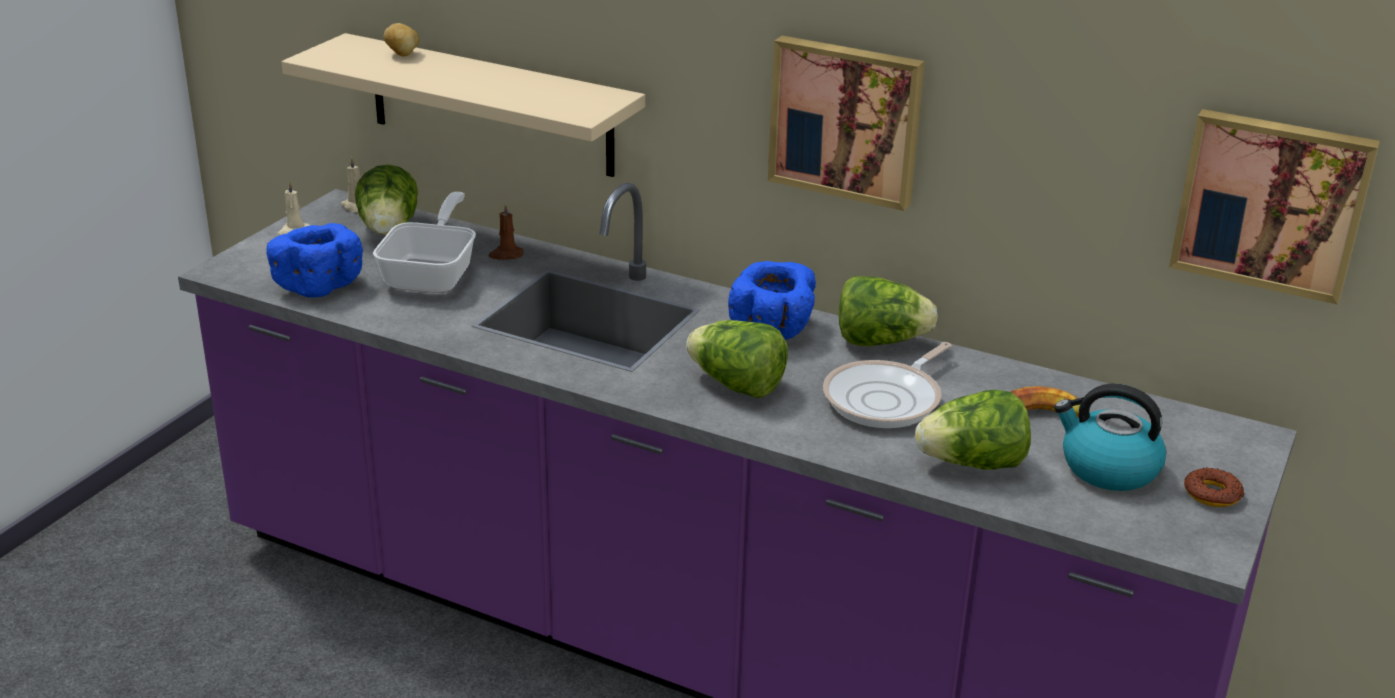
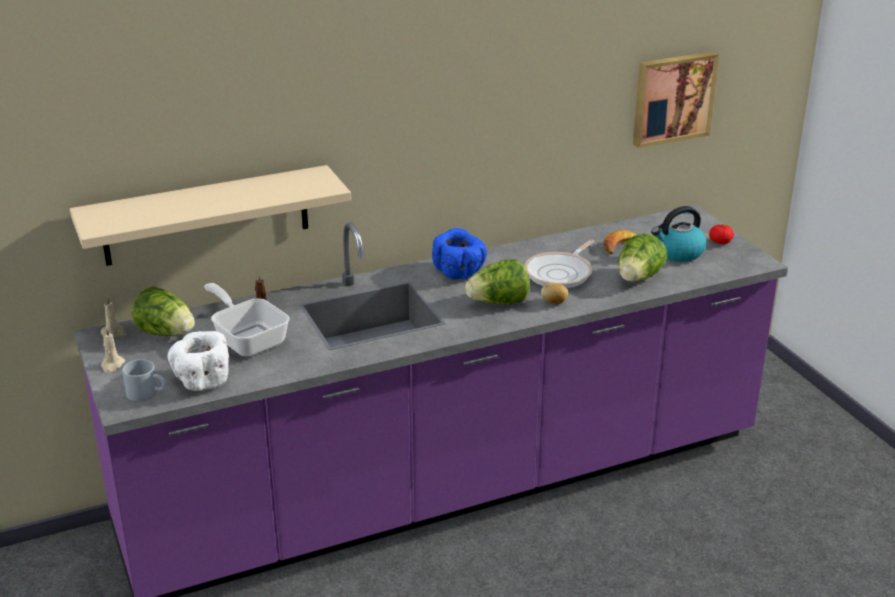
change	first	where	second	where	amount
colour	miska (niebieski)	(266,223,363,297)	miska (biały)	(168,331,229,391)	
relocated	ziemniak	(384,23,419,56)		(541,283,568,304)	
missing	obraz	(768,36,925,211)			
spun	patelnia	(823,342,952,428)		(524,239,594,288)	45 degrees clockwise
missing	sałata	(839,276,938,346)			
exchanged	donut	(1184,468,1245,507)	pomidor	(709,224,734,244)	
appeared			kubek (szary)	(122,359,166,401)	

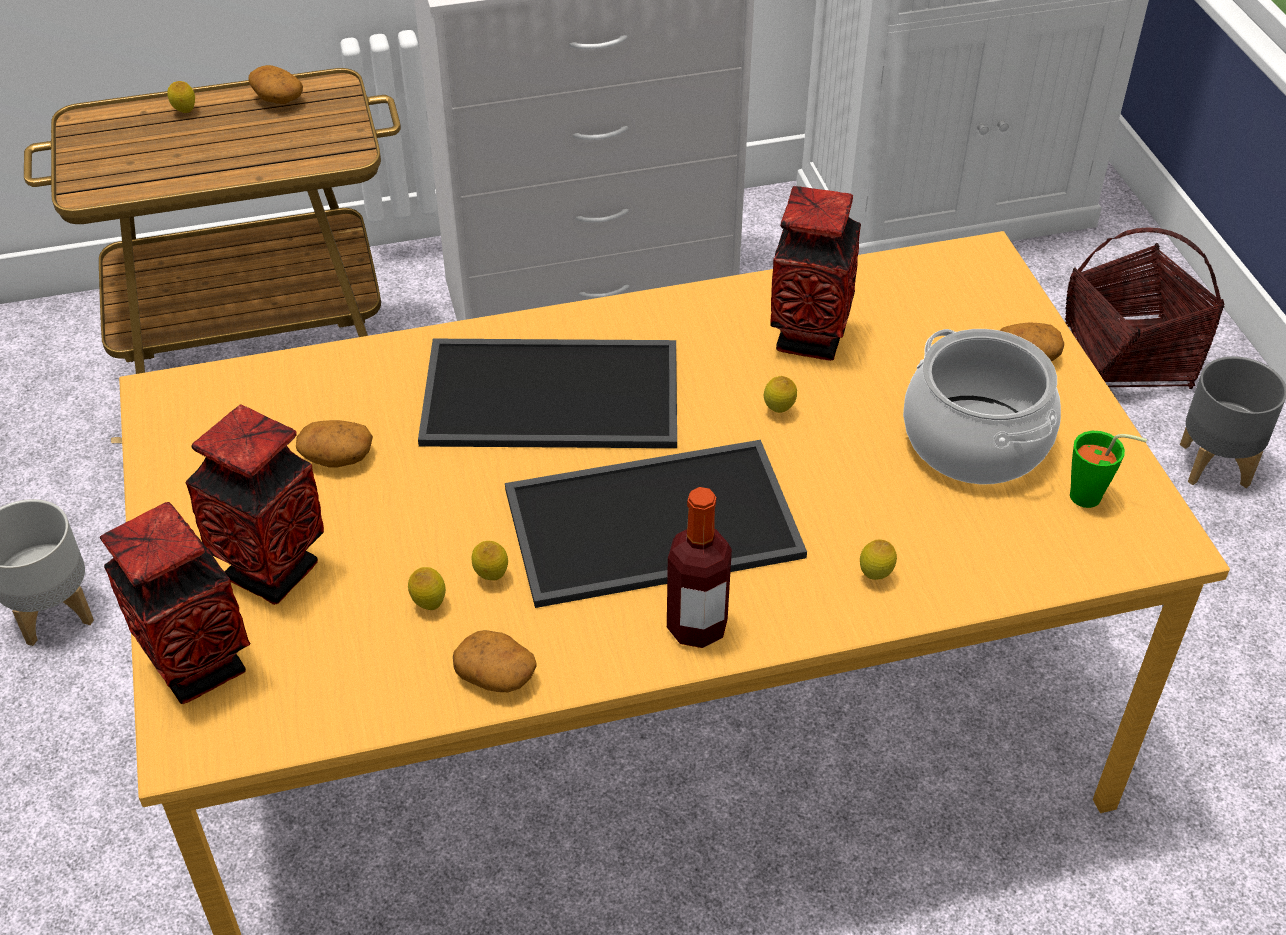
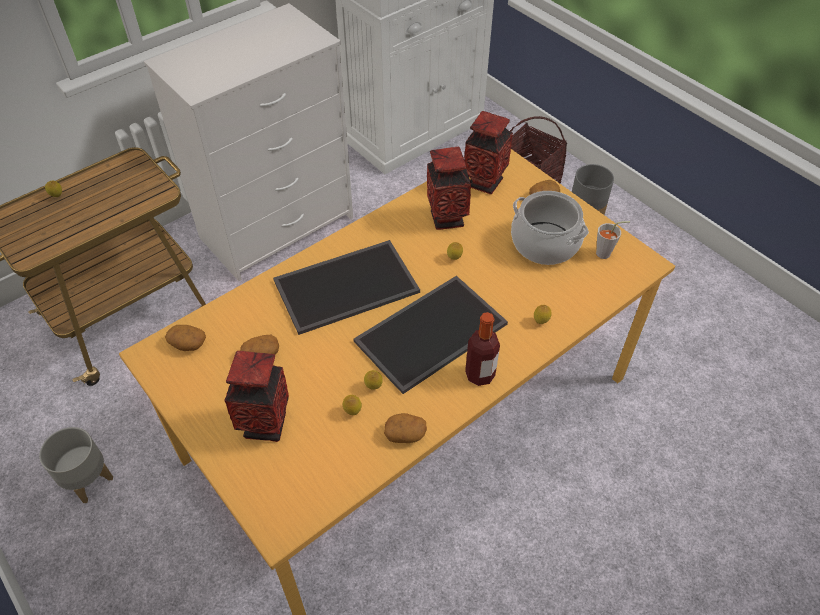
change	first	where	second	where	amount
relocated	wazon	(100,502,250,704)		(464,111,513,194)	
relocated	ziemniak	(248,65,303,104)		(165,325,206,351)	
colour	filiżanka (zielony)	(1070,431,1147,508)	filiżanka (szary)	(596,221,630,259)	

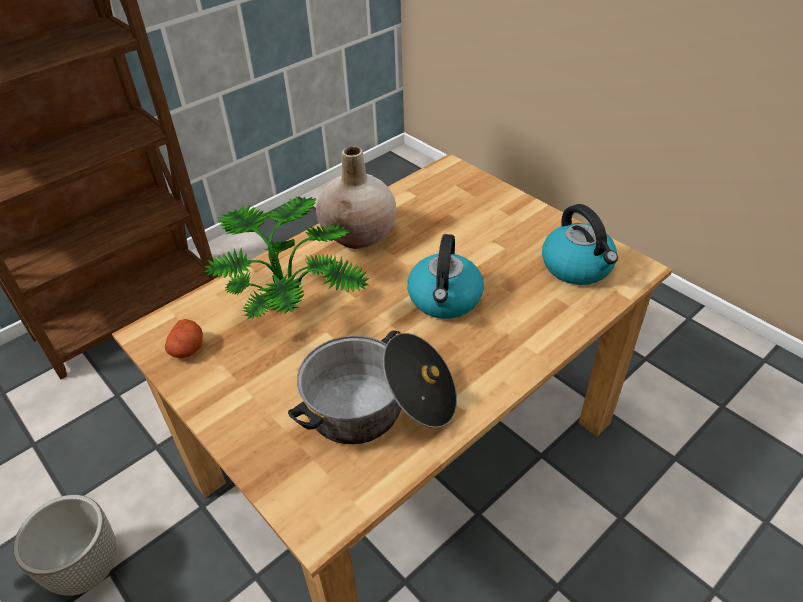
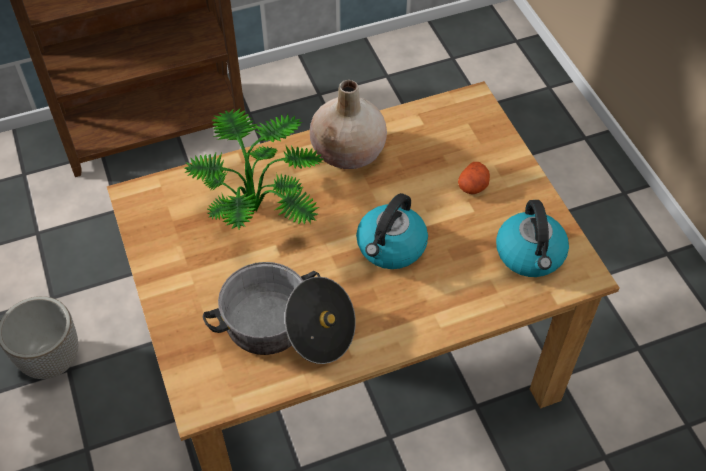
change	first	where	second	where	amount
relocated	ziemniak	(165,319,203,358)		(458,162,490,194)	

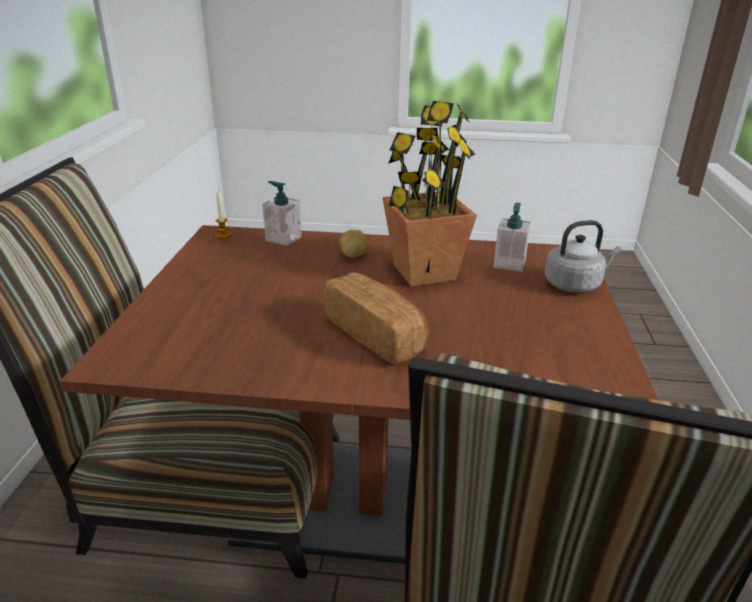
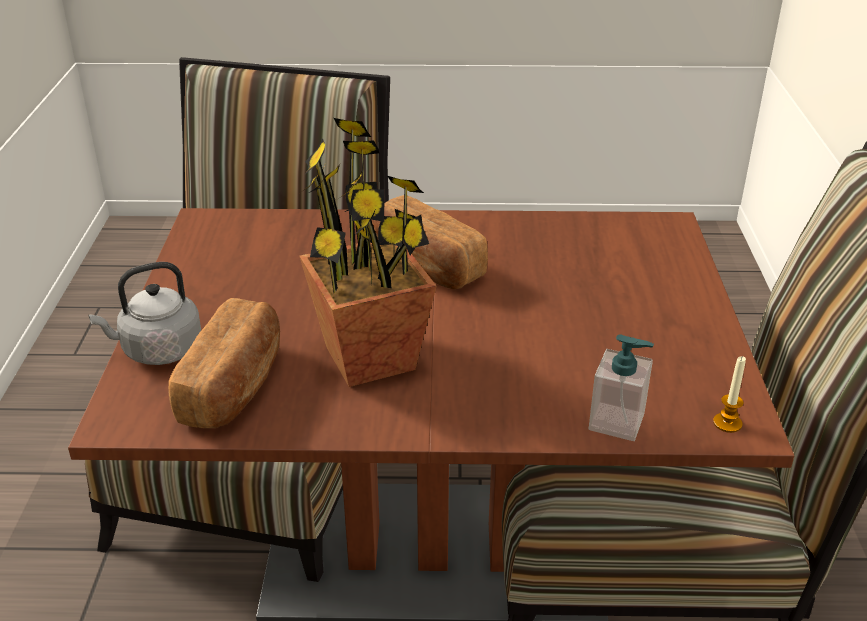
change	first	where	second	where	amount
missing	ziemniak	(340,229,370,258)			
exchanged	dozownik mydła	(494,203,531,272)	chleb	(168,298,280,428)	

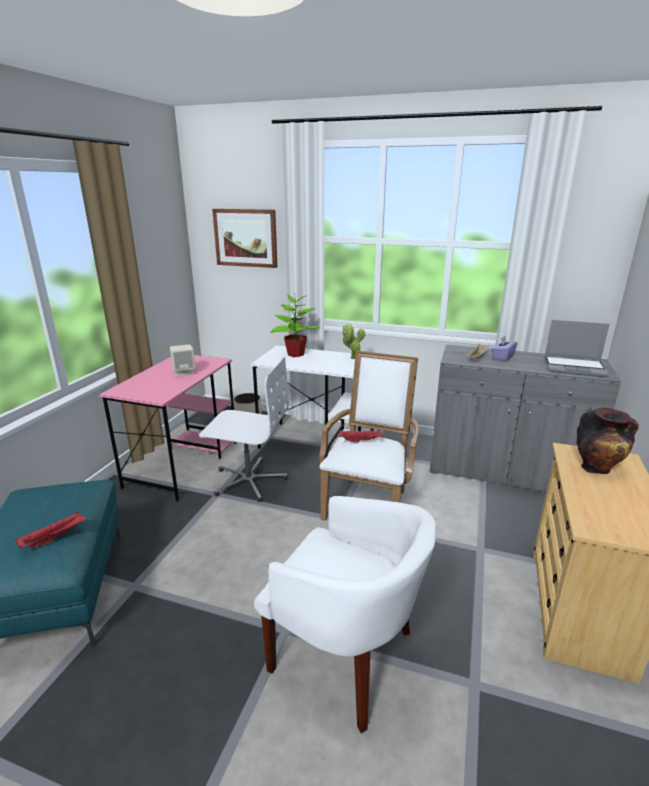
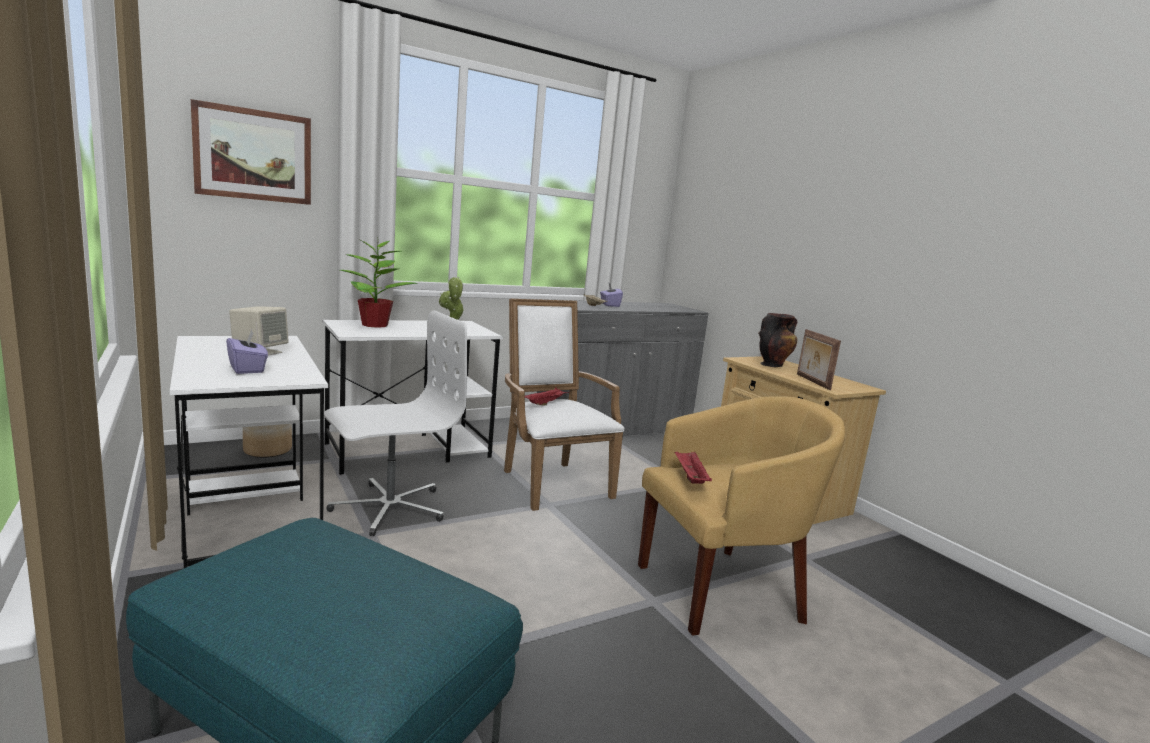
change	first	where	second	where	amount
relocated	taca (czerwony)	(16,511,87,548)		(675,452,712,484)	
colour	biurko (różowy)	(99,355,237,501)	biurko (biały)	(170,336,328,568)	
colour	fotel (biały)	(254,496,436,733)	fotel (żółty)	(638,396,845,636)	
missing	laptop	(544,320,610,377)			
appeared			pudełko chusteczek (fioletowy)	(226,330,268,374)	
appeared			ramka na zdjęcie	(797,329,841,390)	

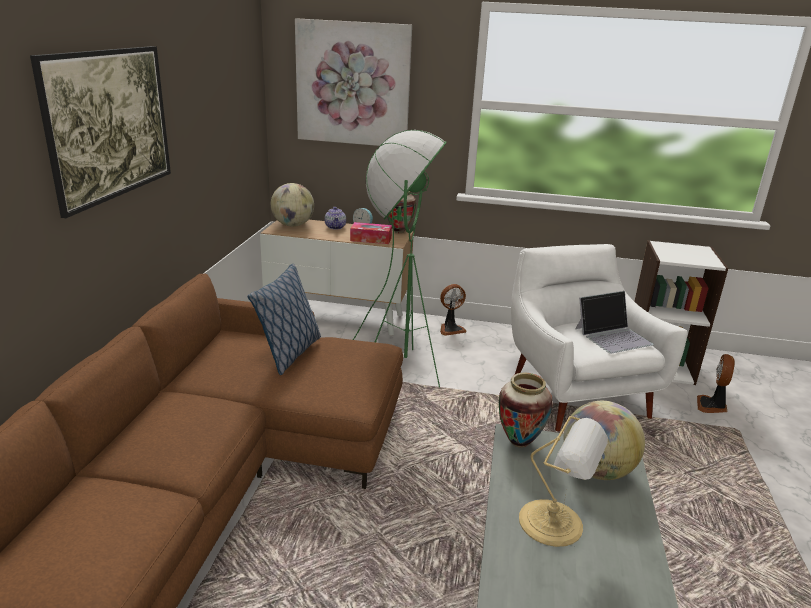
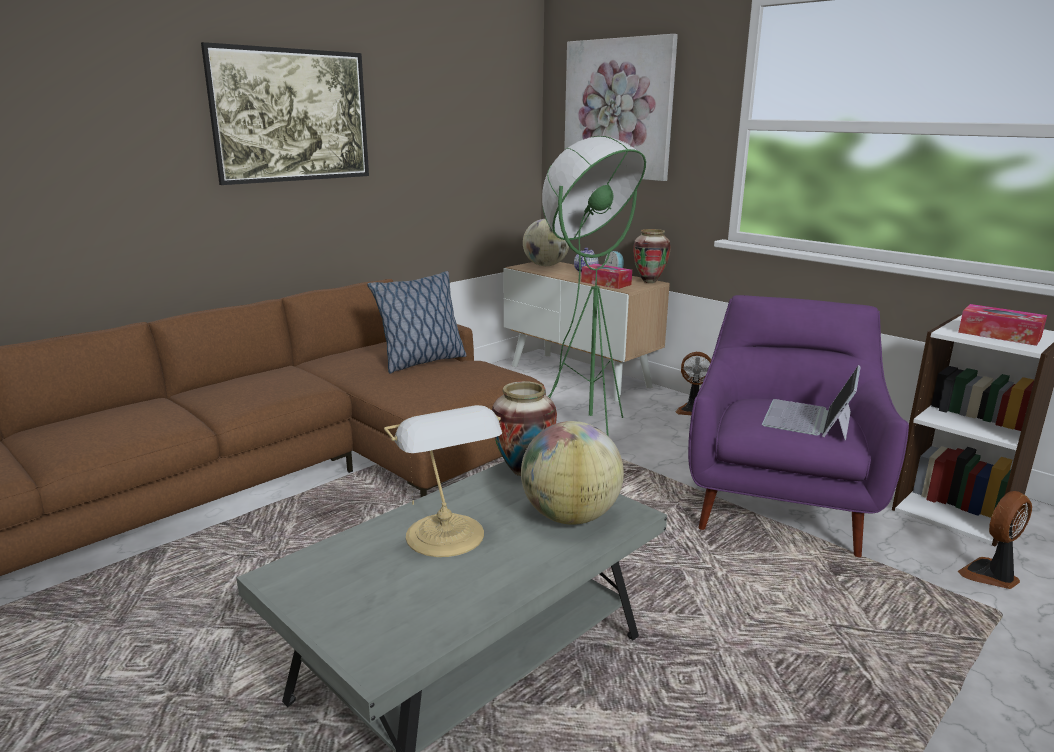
change	first	where	second	where	amount
colour	fotel (biały)	(511,244,688,431)	fotel (fioletowy)	(688,295,909,557)	
spun	laptop	(575,291,654,354)		(762,365,861,441)	105 degrees clockwise
appeared			pudełko chusteczek	(958,304,1047,346)	

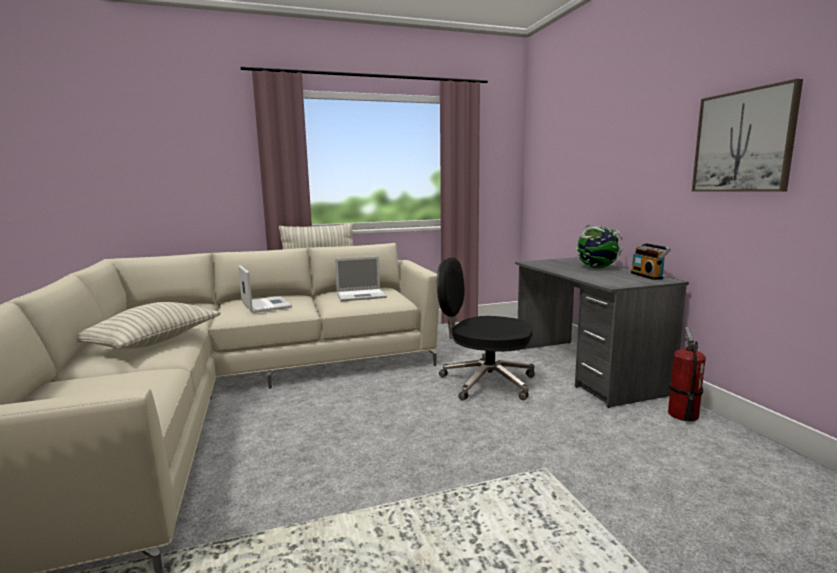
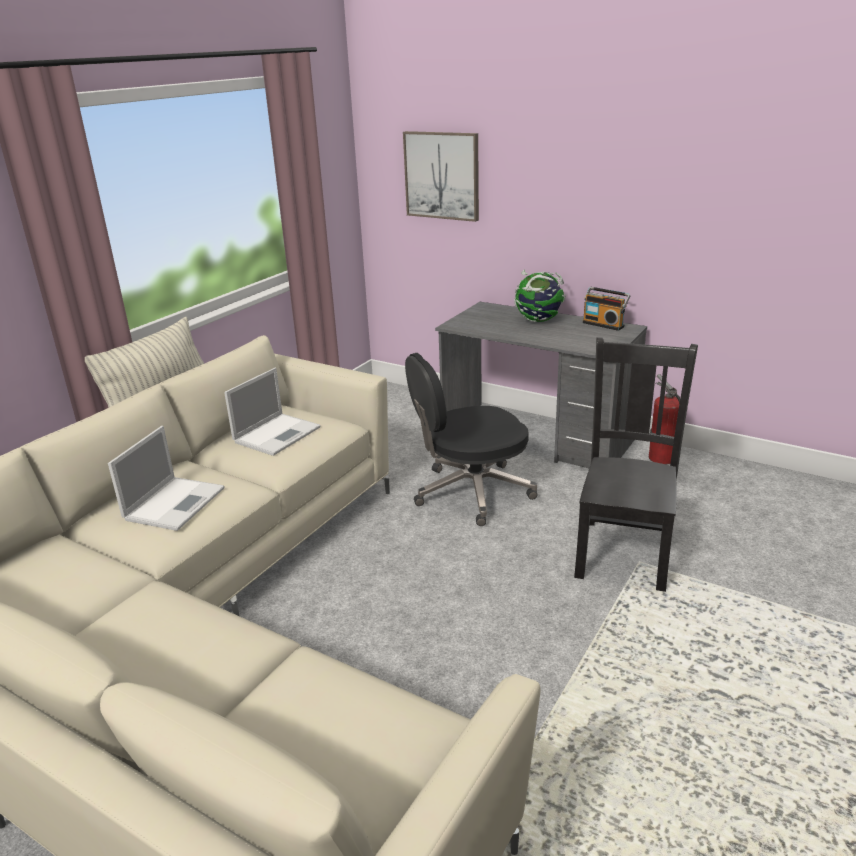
change	first	where	second	where	amount
missing	poduszka	(76,302,221,349)			
spun	laptop	(238,265,292,313)		(108,426,224,531)	90 degrees clockwise
relocated	obraz	(692,79,803,192)		(403,131,479,222)	
appeared			krzesło (czarny)	(574,337,698,592)	

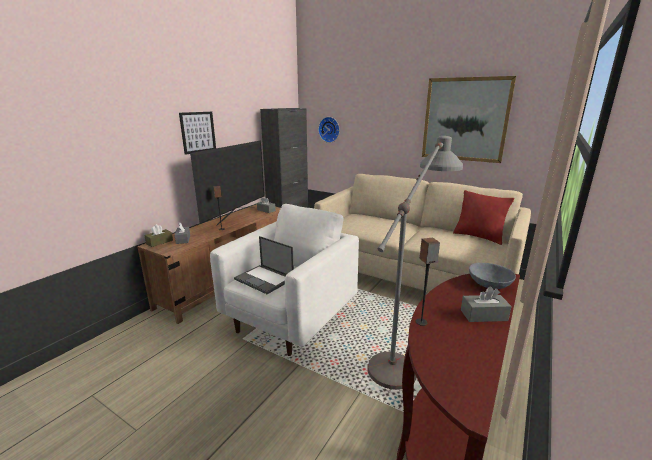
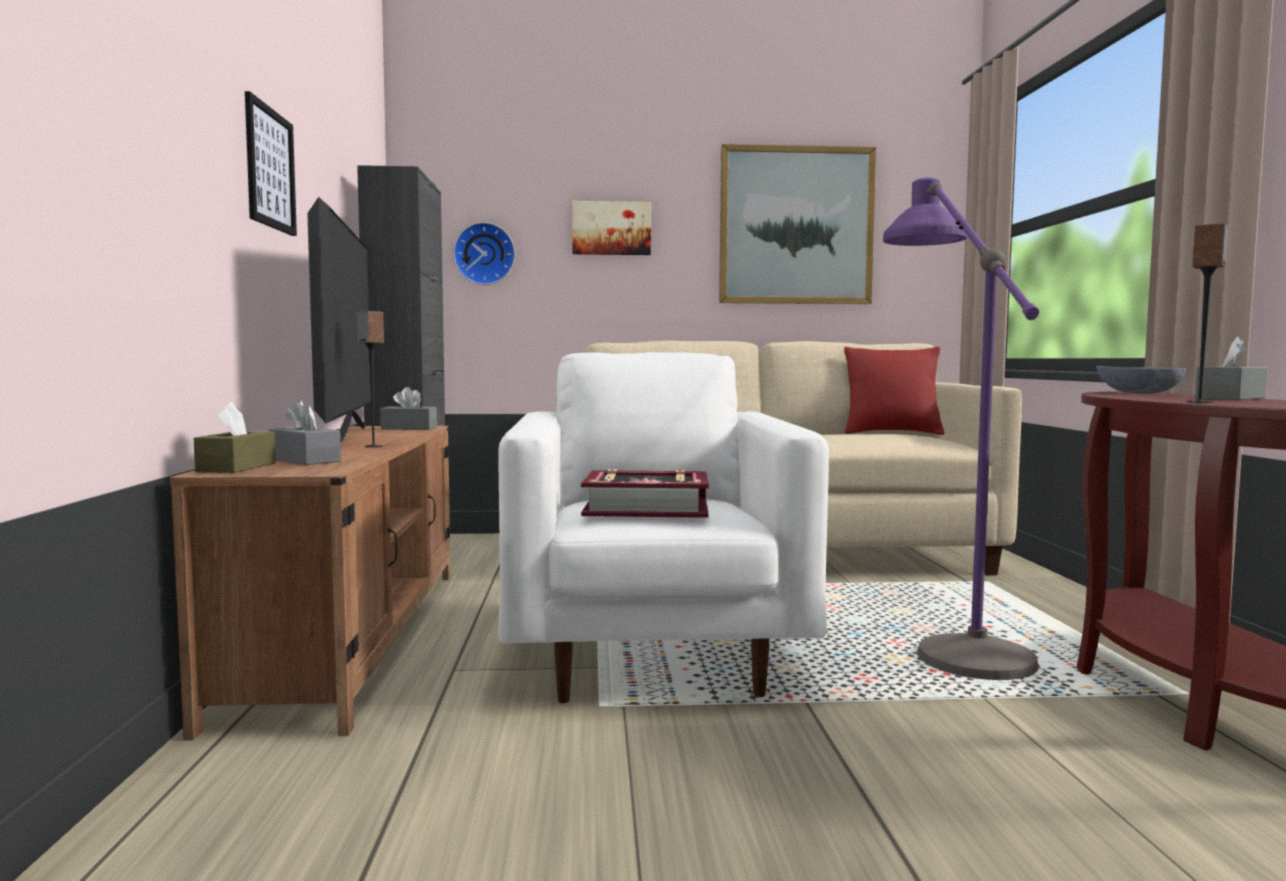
change	first	where	second	where	amount
exchanged	laptop	(234,236,294,294)	książka	(581,469,709,518)	
colour	lampa stojąca (szary)	(367,136,463,390)	lampa stojąca (fioletowy)	(883,177,1039,680)	
appeared			obraz	(572,201,651,255)	

